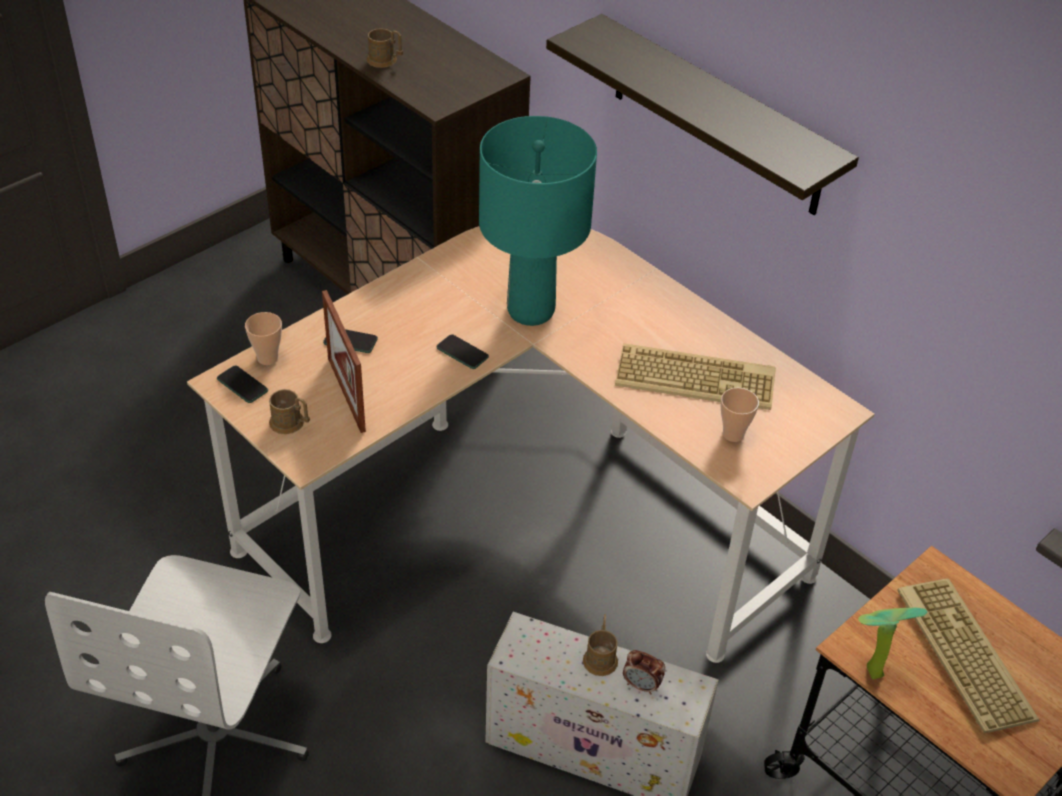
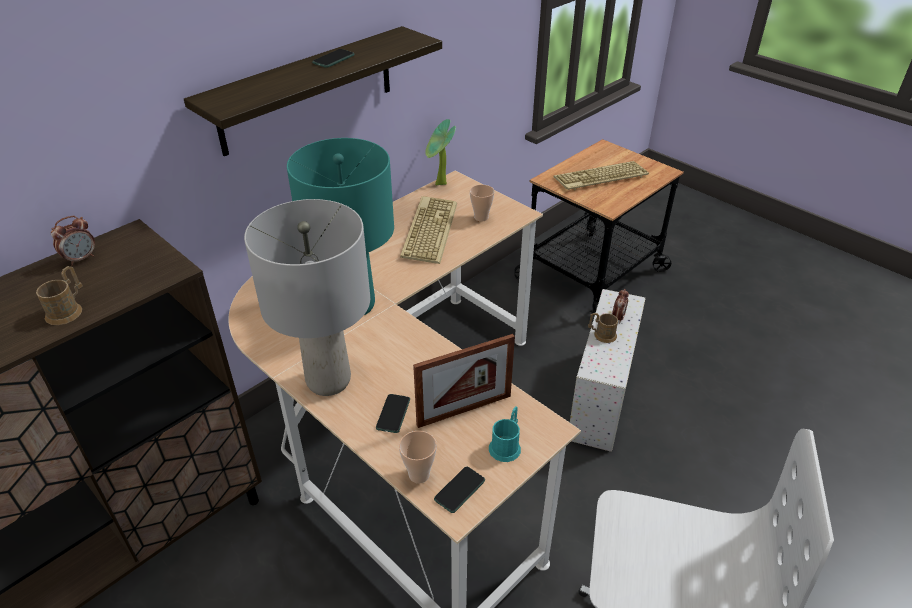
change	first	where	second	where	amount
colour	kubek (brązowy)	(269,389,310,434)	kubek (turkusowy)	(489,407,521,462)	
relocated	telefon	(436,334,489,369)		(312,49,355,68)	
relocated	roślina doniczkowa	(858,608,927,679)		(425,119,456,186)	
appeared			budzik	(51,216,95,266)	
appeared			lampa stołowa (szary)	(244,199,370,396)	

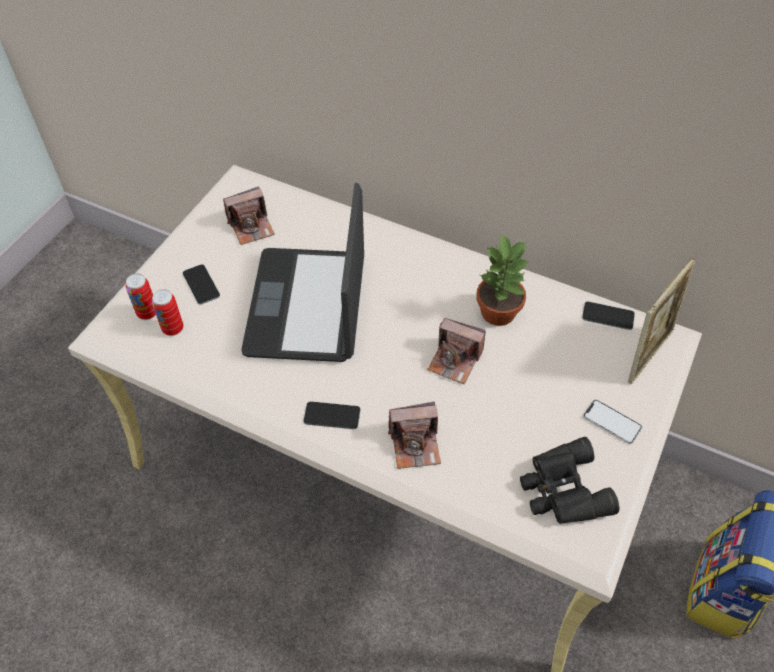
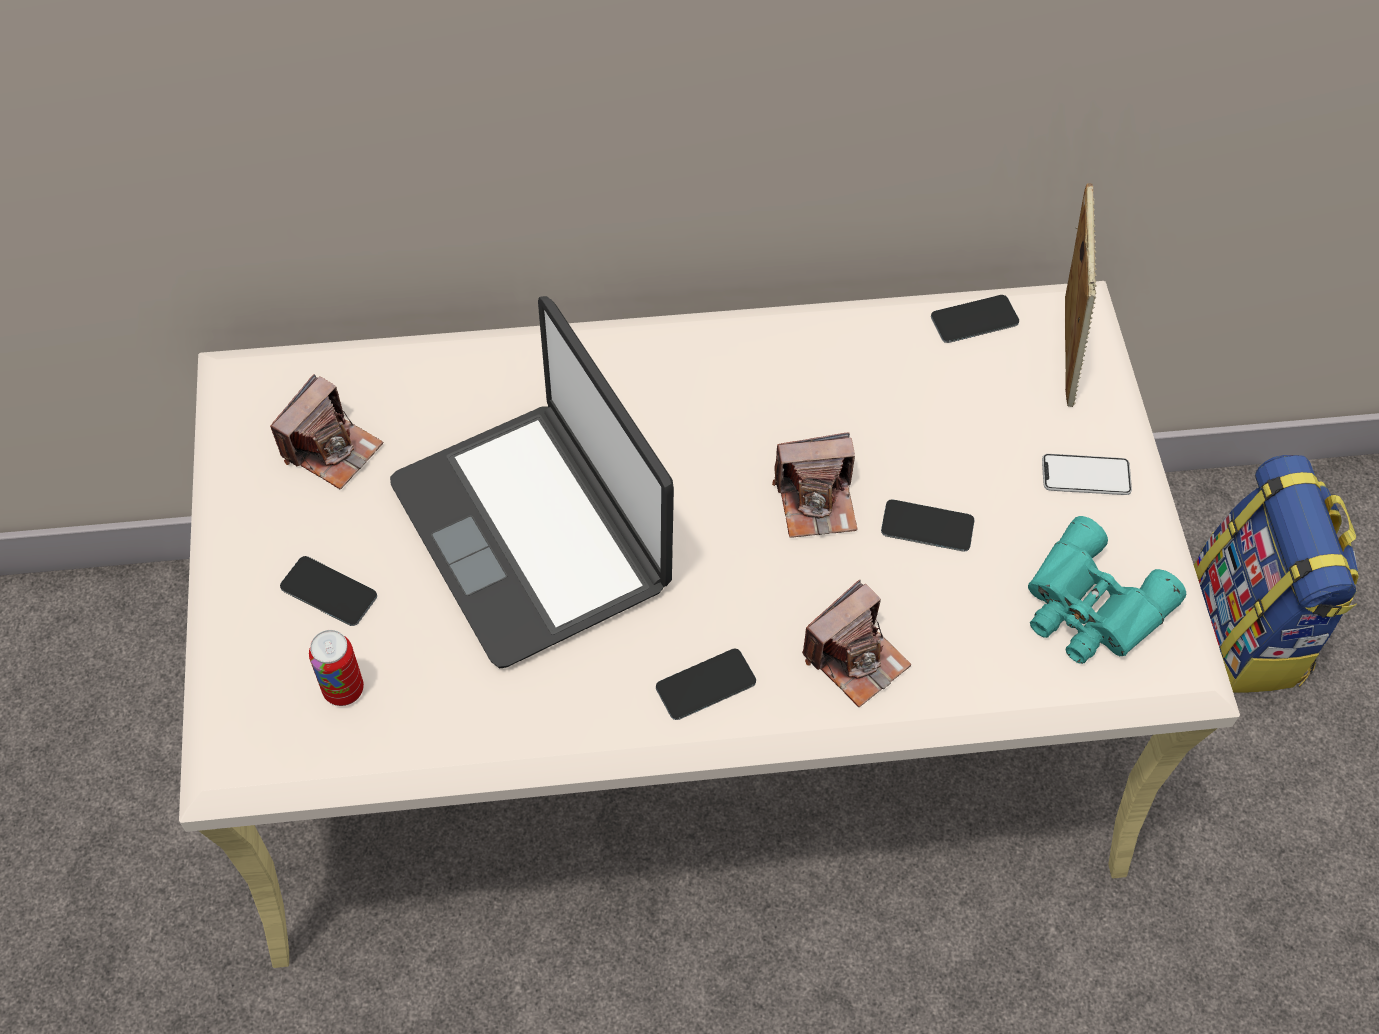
change	first	where	second	where	amount
missing	puszka	(126,273,156,320)			
missing	roślina doniczkowa	(476,234,530,326)			
colour	lornetka (czarny)	(520,437,619,524)	lornetka (turkusowy)	(1028,516,1187,664)	
appeared			telefon	(881,499,974,552)	

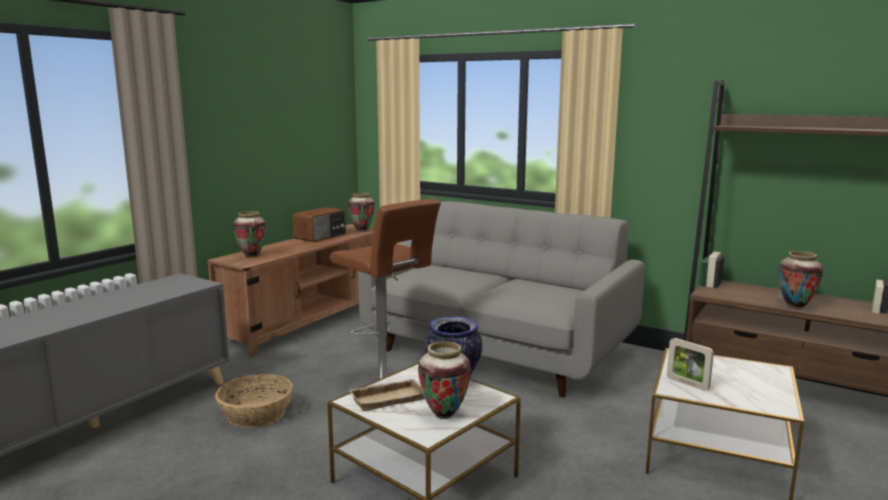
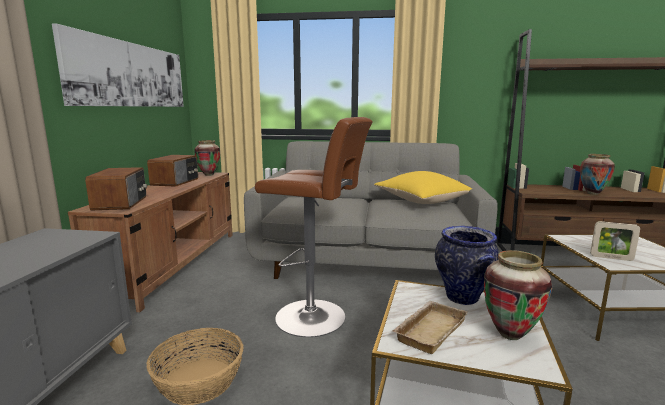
change	first	where	second	where	amount
exchanged	wazon	(233,211,266,258)	radio	(85,167,147,211)	
appeared			obraz	(52,23,184,107)	
appeared			poduszka (żółty)	(374,171,472,204)	

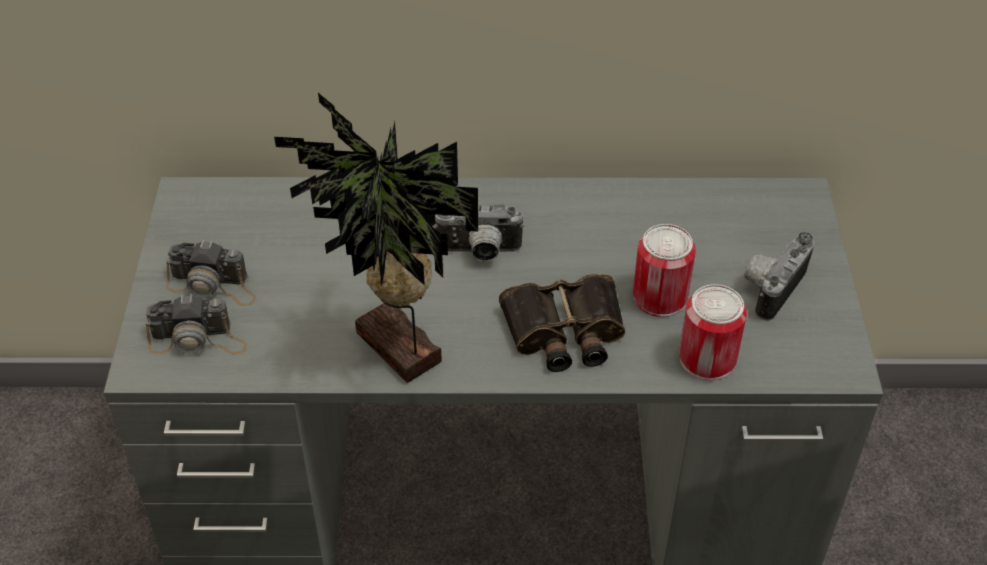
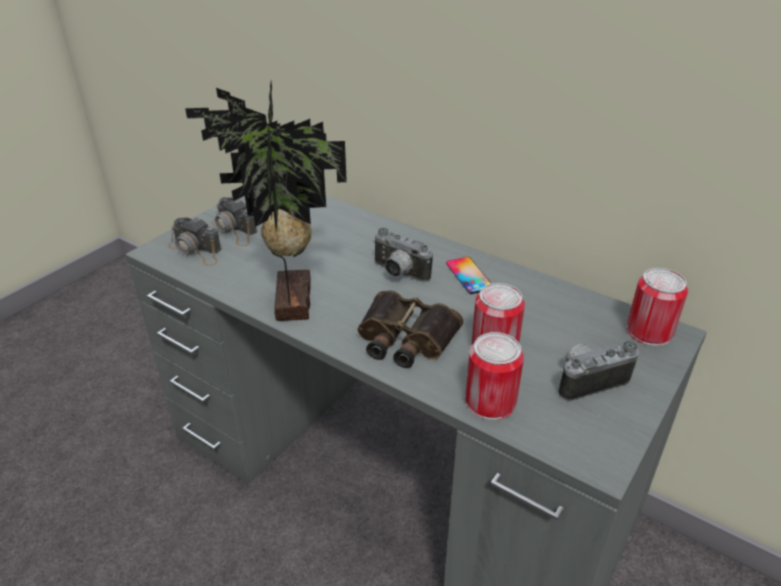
change	first	where	second	where	amount
appeared			telefon	(446,257,492,294)	
appeared			puszka	(627,268,688,346)	

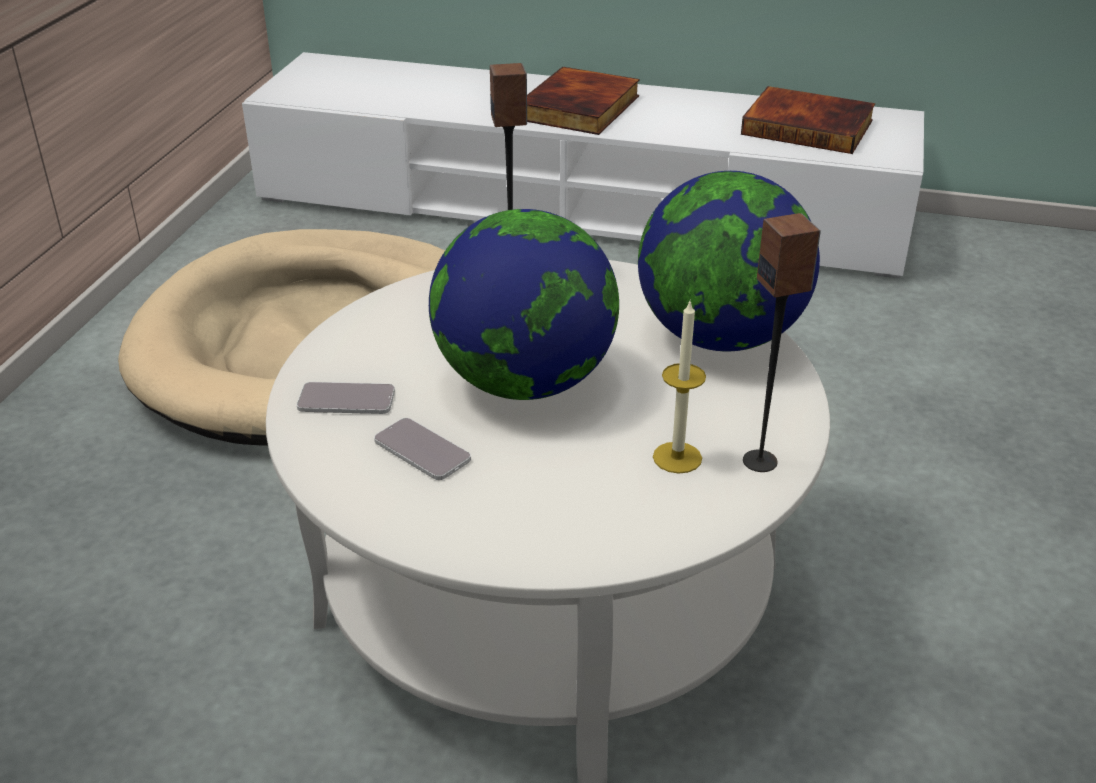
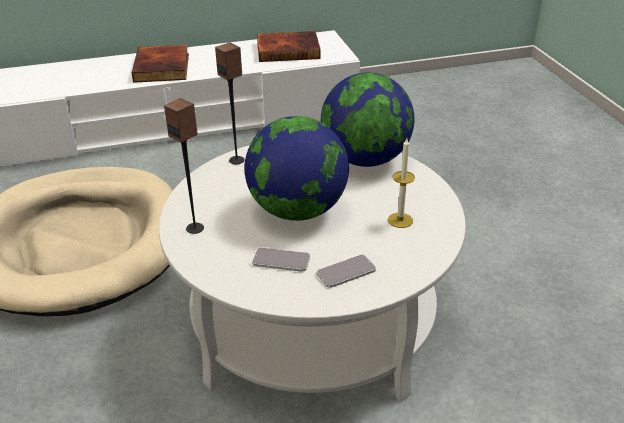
change	first	where	second	where	amount
relocated	telefon	(297,382,395,414)		(317,255,376,288)	
relocated	głośnik	(743,213,821,472)		(164,98,204,234)	

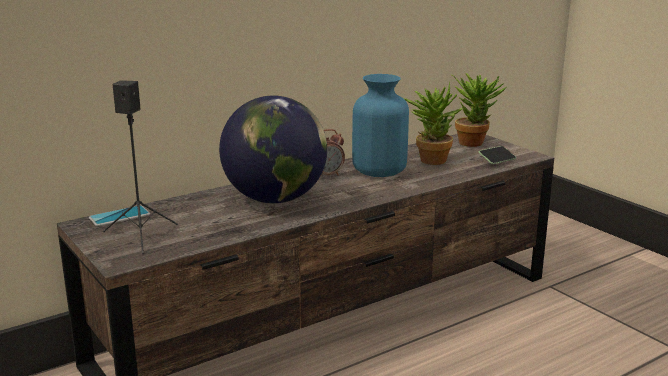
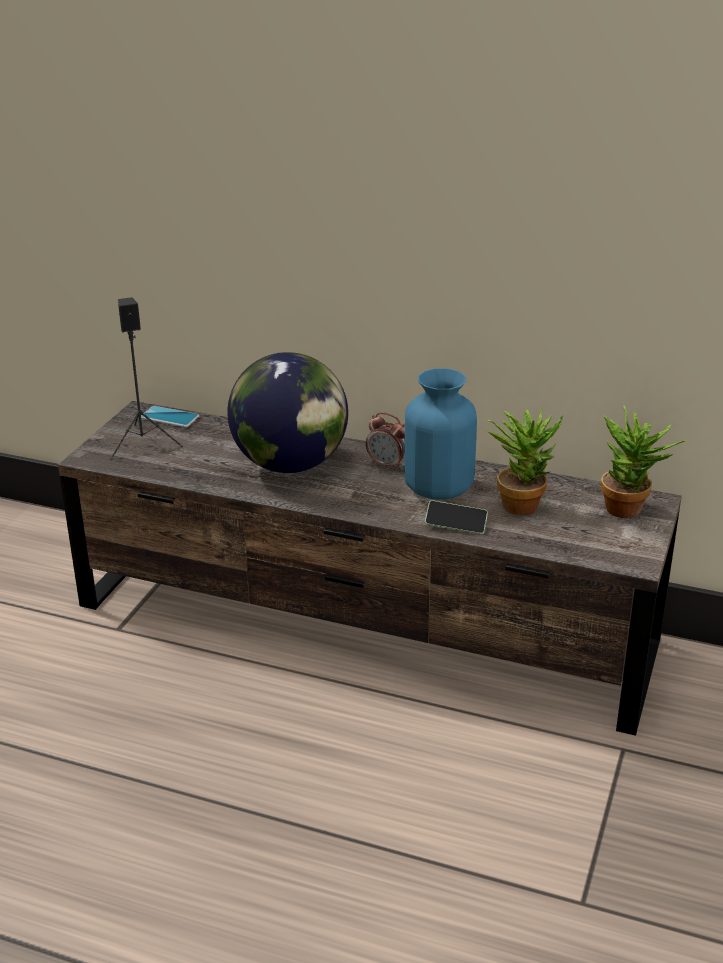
change	first	where	second	where	amount
relocated	telefon	(478,146,516,164)		(425,500,488,534)	

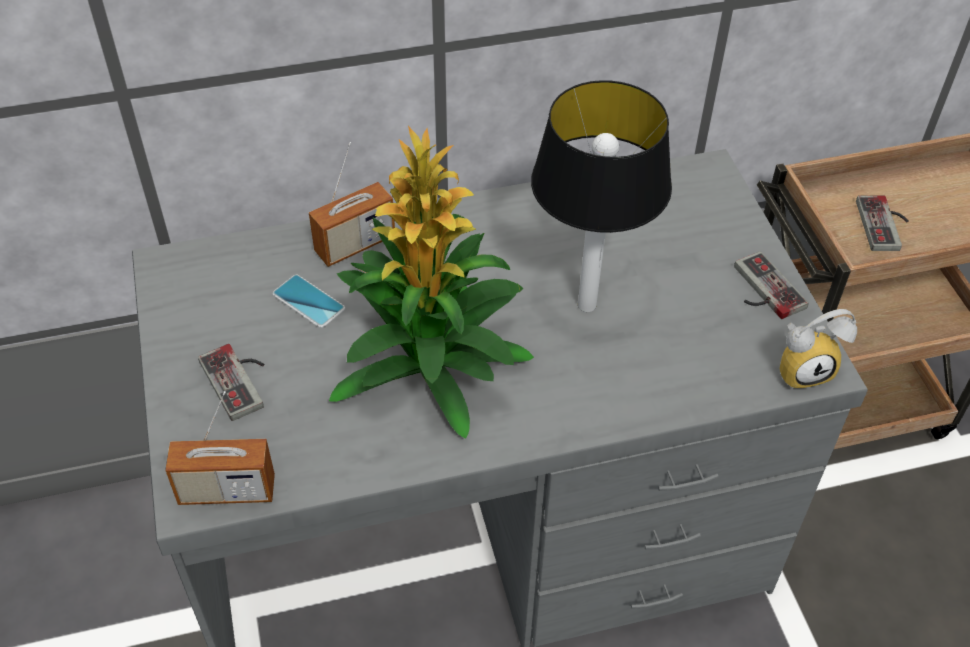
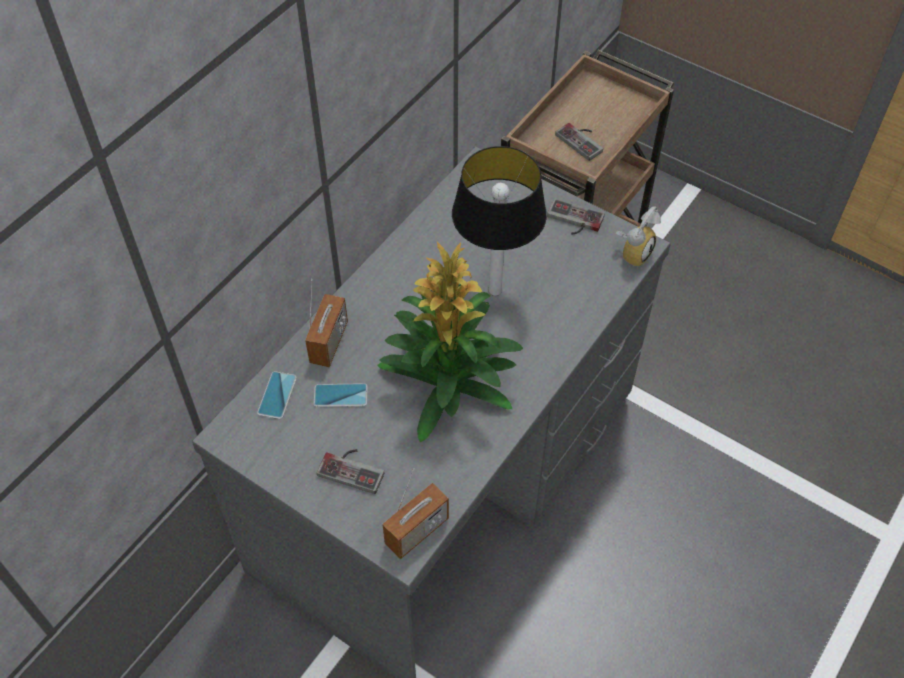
change	first	where	second	where	amount
appeared			telefon	(257,371,297,419)	

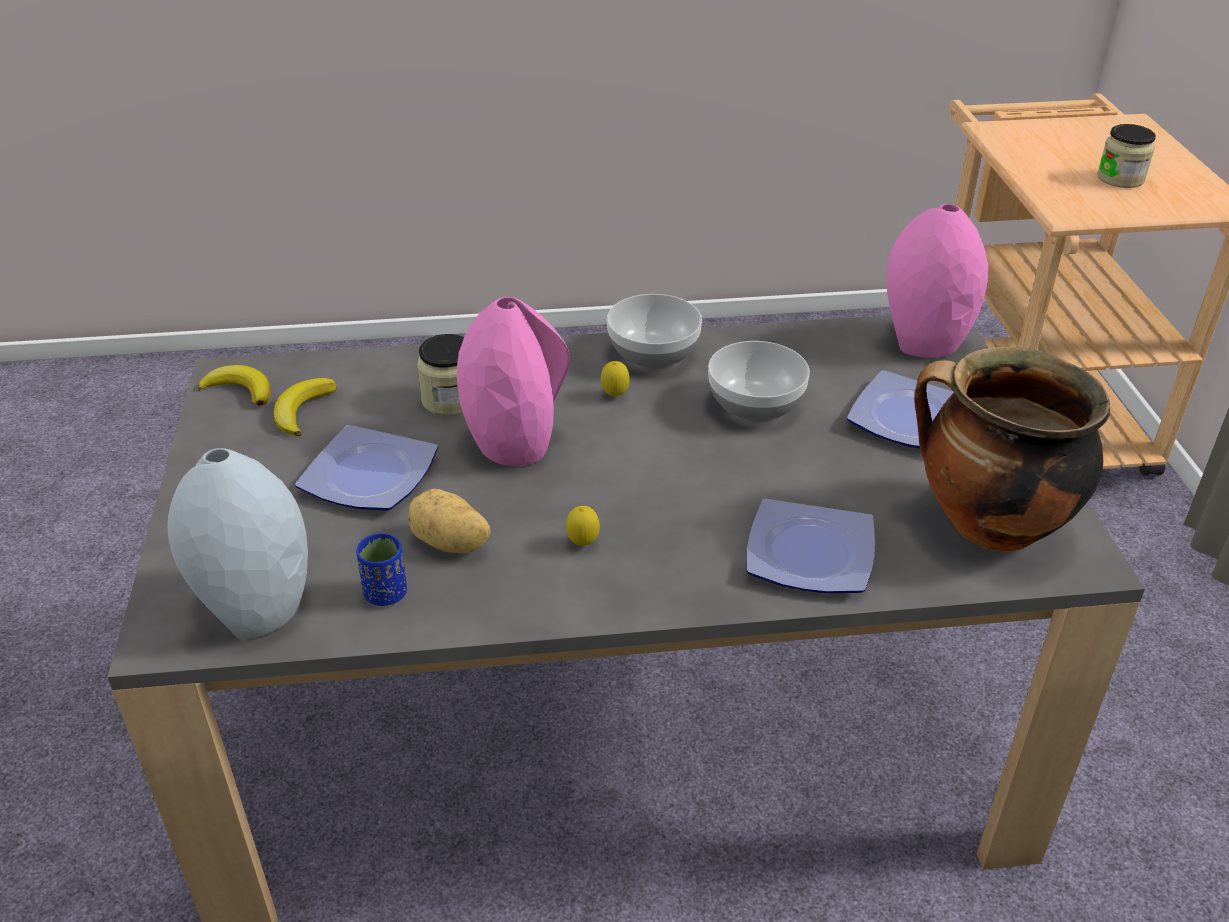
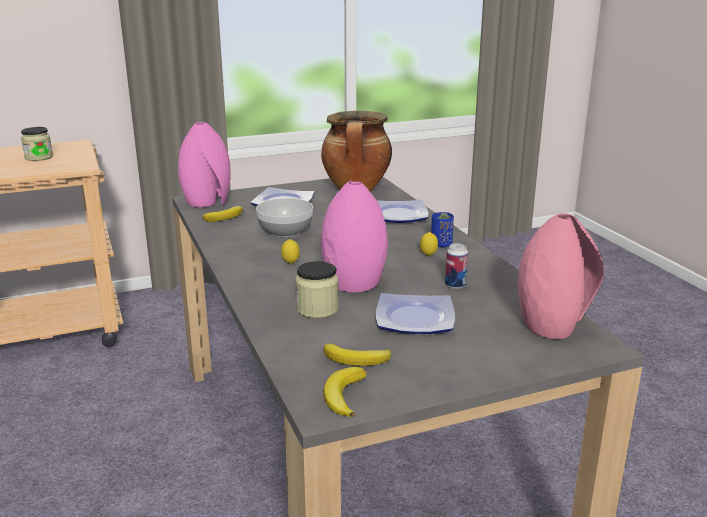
change	first	where	second	where	amount
colour	wazon (szary)	(168,448,308,639)	wazon (różowy)	(518,213,604,339)	
relocated	filiżanka (niebieski)	(356,533,407,606)		(431,212,454,247)	
exchanged	ziemniak	(408,489,491,553)	puszka	(445,243,468,289)	
missing	miska	(607,294,702,370)			
appeared			banan	(203,206,243,222)	

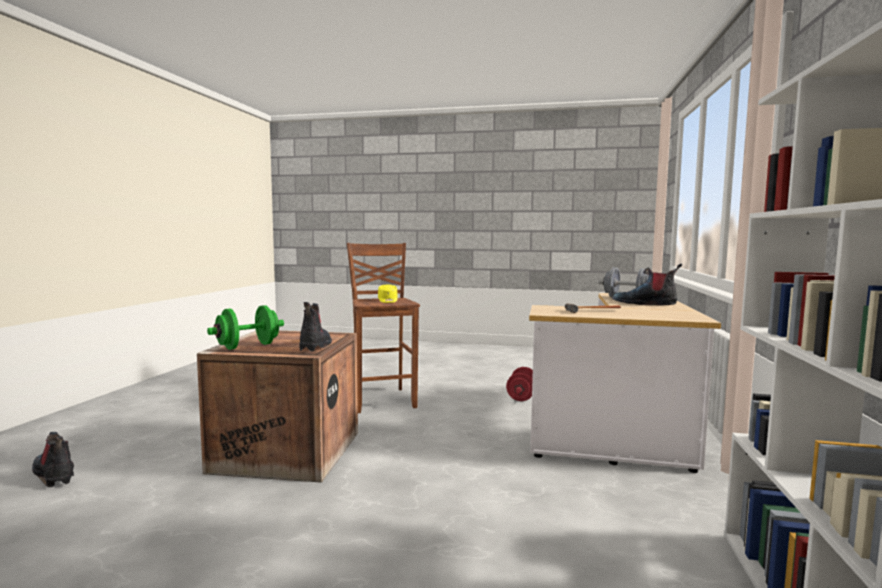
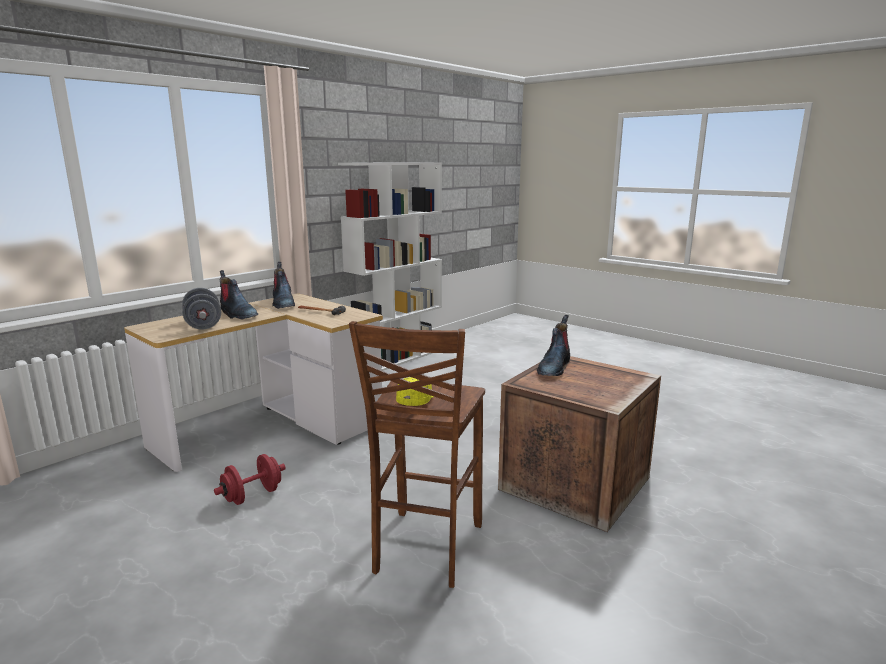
change	first	where	second	where	amount
relocated	but z cholewką	(32,432,74,487)		(272,262,295,309)	
missing	hantel (zielony)	(207,305,284,350)			

